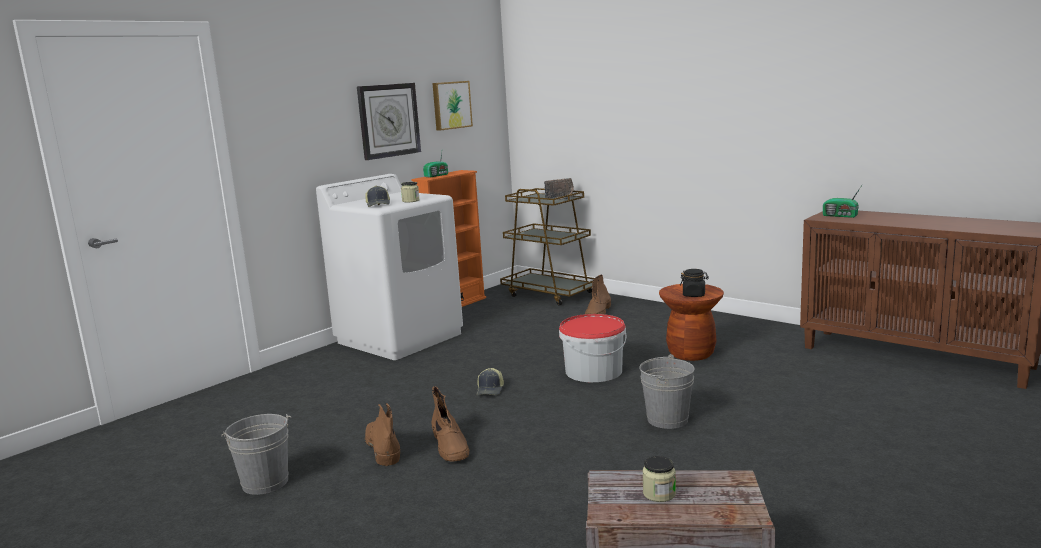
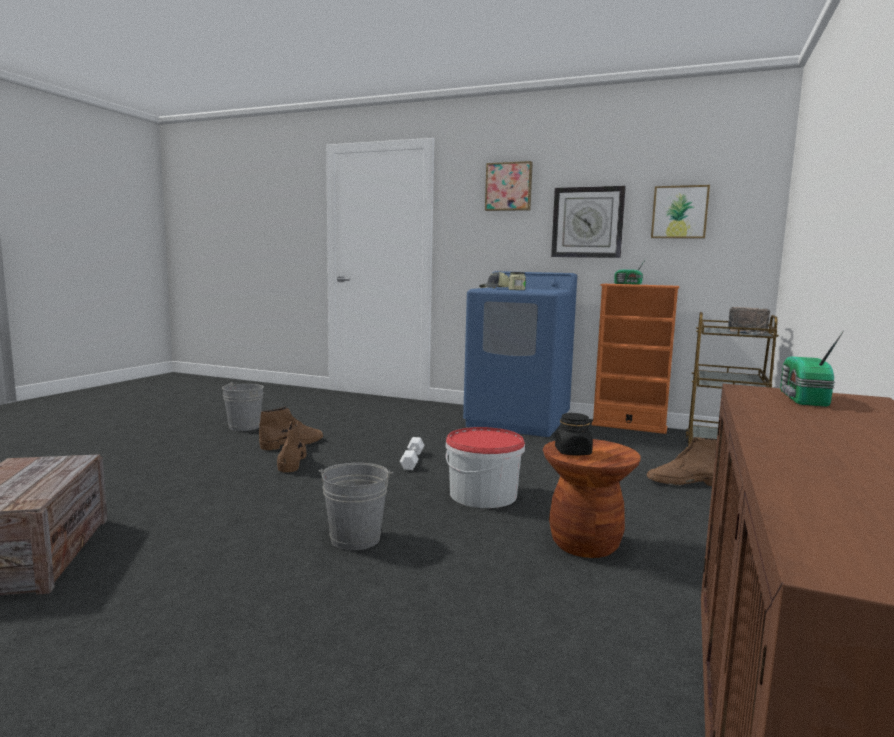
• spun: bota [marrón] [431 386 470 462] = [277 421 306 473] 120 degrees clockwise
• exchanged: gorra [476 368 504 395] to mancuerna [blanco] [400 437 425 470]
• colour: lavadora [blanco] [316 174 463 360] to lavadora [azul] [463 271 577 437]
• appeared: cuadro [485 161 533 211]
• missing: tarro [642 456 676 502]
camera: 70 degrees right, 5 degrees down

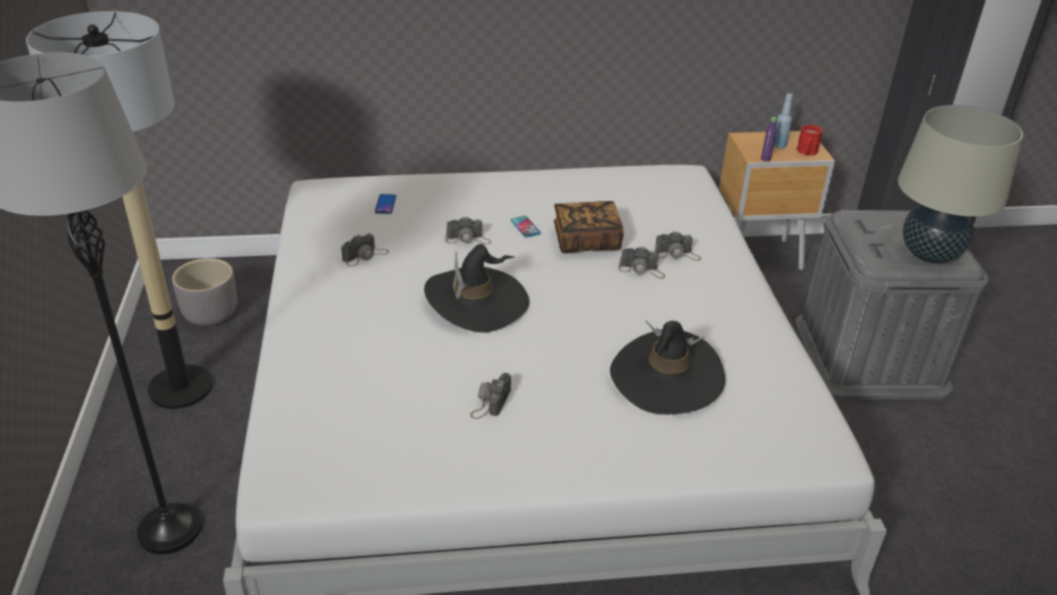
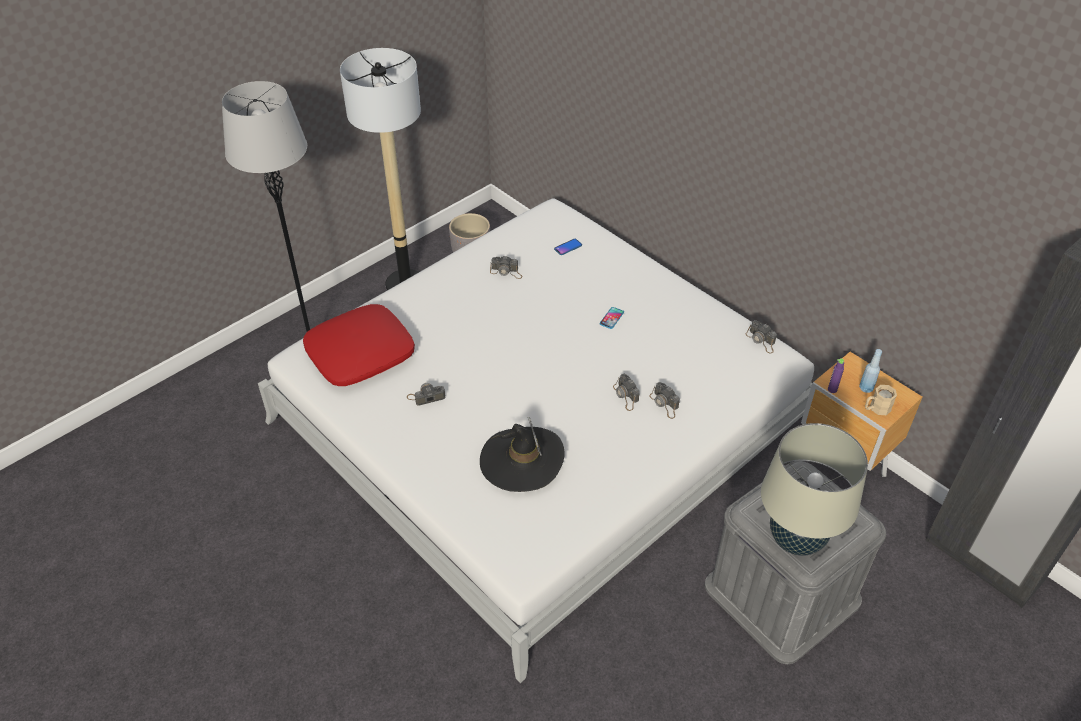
• appeared: cojín [rojo] [303 304 415 386]
• relocated: cámara [446 217 491 244] to [745 320 777 354]
• colour: taza grande [rojo] [797 125 823 155] to taza grande [beis] [865 385 897 415]
• missing: sombrero [negro] [424 244 530 333]
• missing: libro [554 201 624 253]
camera: 55 degrees right, 10 degrees up

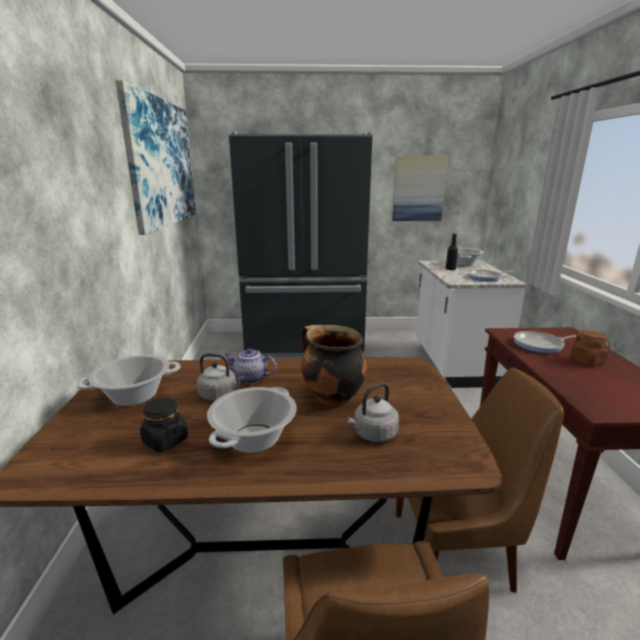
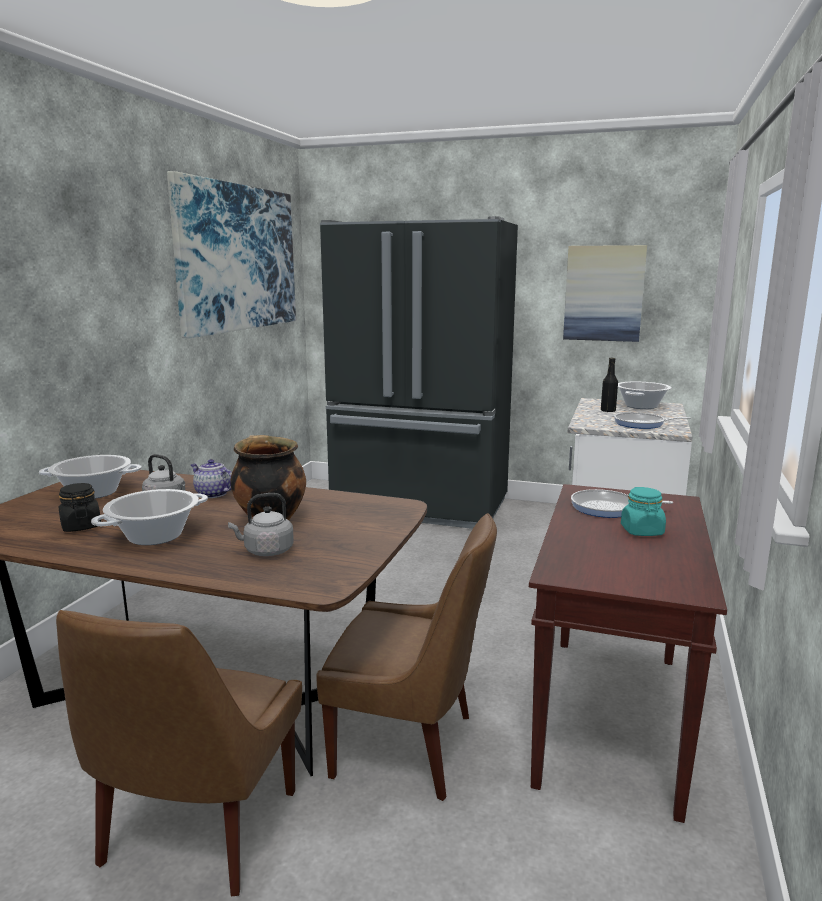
• colour: tarro [marrón] [570 330 611 366] to tarro [turquesa] [621 487 666 536]
camera: 20 degrees right, 5 degrees down

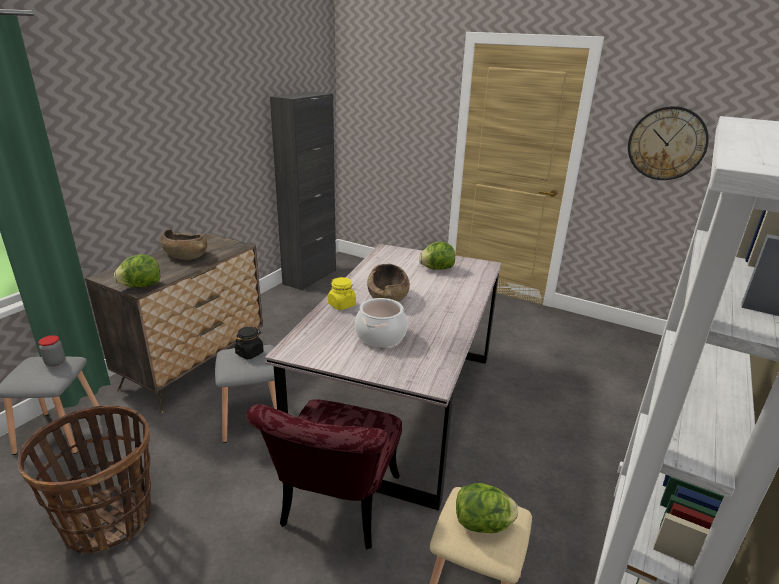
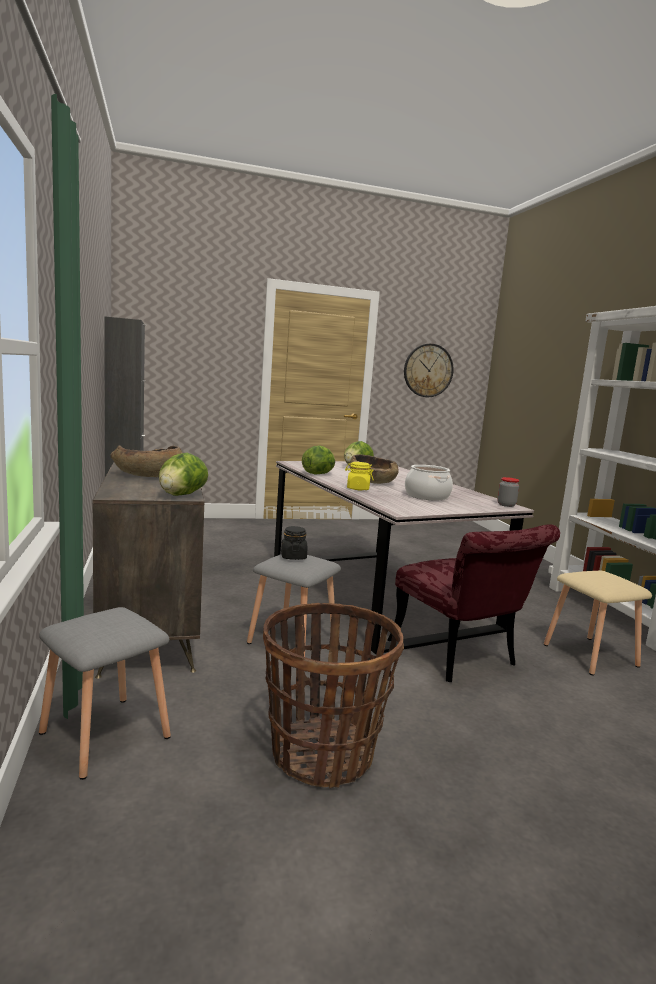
• relocated: lechuga [456 483 518 533] to [302 445 335 474]
• relocated: tarro [38 335 65 367] to [497 477 519 507]
camera: 45 degrees left, 15 degrees down

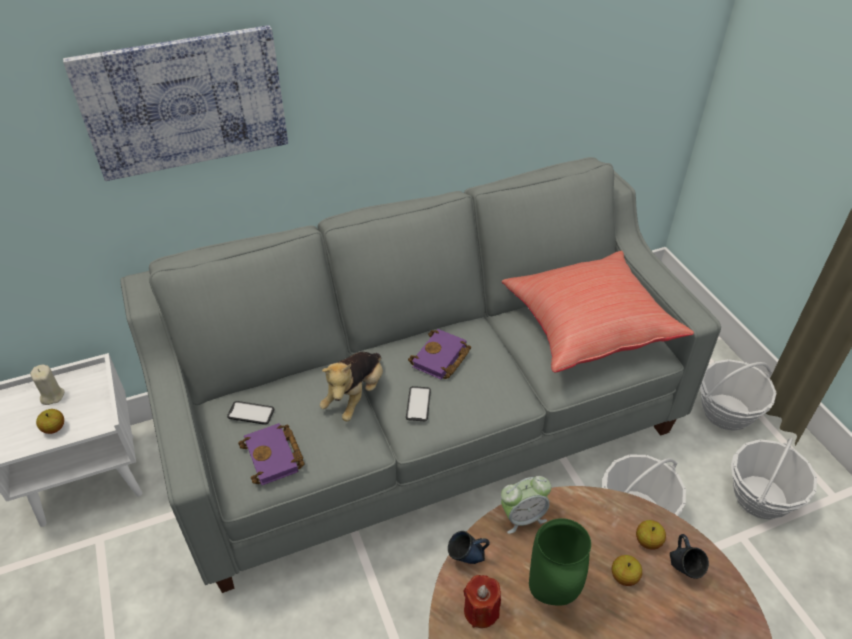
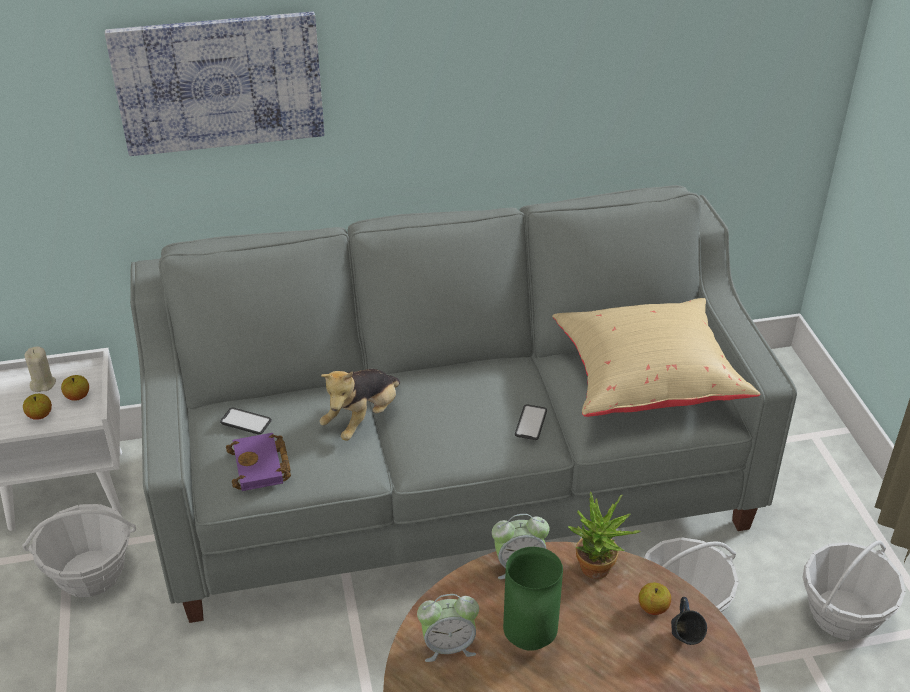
• relocated: cesta [700 359 776 431] to [22 504 136 597]
• relocated: manzana [612 555 642 586] to [61 375 89 401]
• exchanged: vela [rojo] [463 575 501 628] to despertador [417 594 479 662]
• relocated: móvil [406 386 431 421] to [515 404 547 440]
• colour: cojín [rojo] [501 251 694 373] to cojín [beis] [552 298 760 417]
• appeared: planta en maceta [568 492 641 579]
• missing: libro [morado] [408 329 471 379]
• missing: taza grande [azul] [448 531 490 564]
camera: 10 degrees right, 5 degrees down

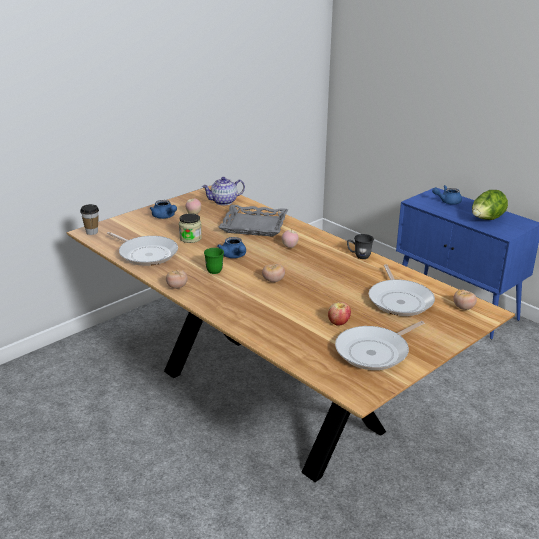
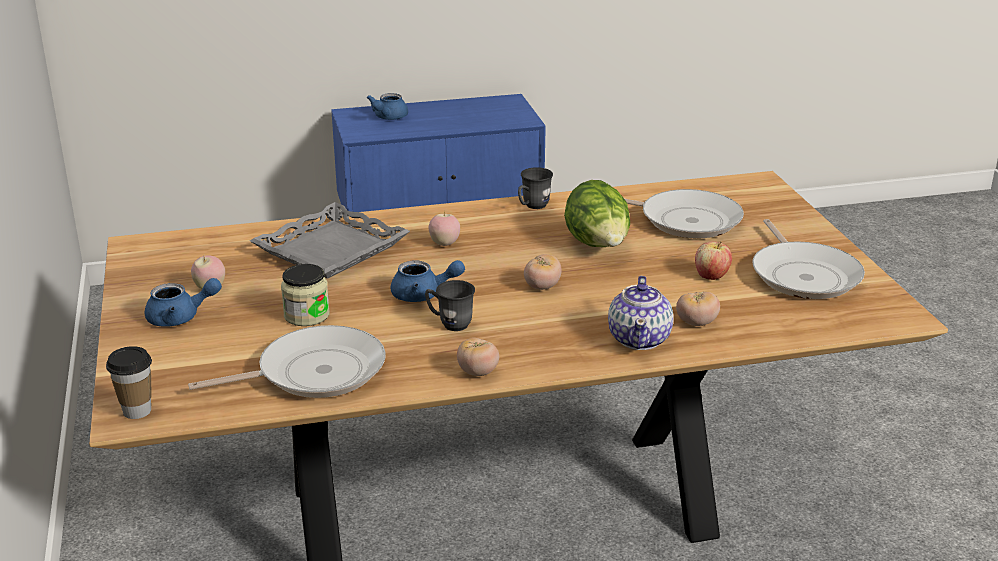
• colour: taza grande [verde] [204 248 224 274] to taza grande [gris] [425 280 475 331]
• relocated: lechuga [472 190 508 220] to [564 180 630 247]
• relocated: tetera [202 177 245 205] to [608 276 674 350]
• relocated: tomate [453 290 477 310] to [676 291 720 326]
camera: 60 degrees left, 0 degrees up

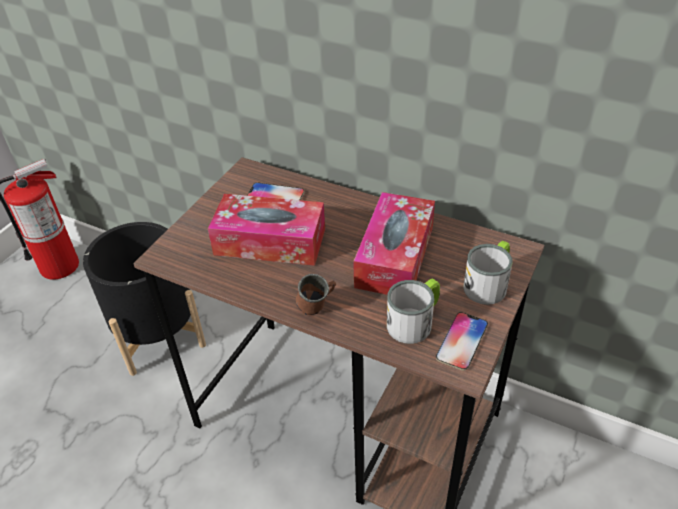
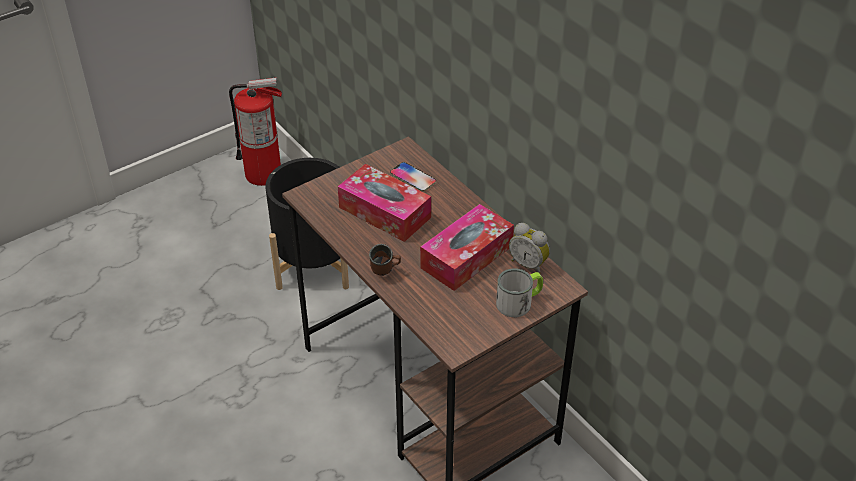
• appeared: despertador [509 223 550 274]
• missing: taza grande [387 278 440 344]
• missing: móvil [436 312 488 370]
camera: 25 degrees right, 0 degrees up

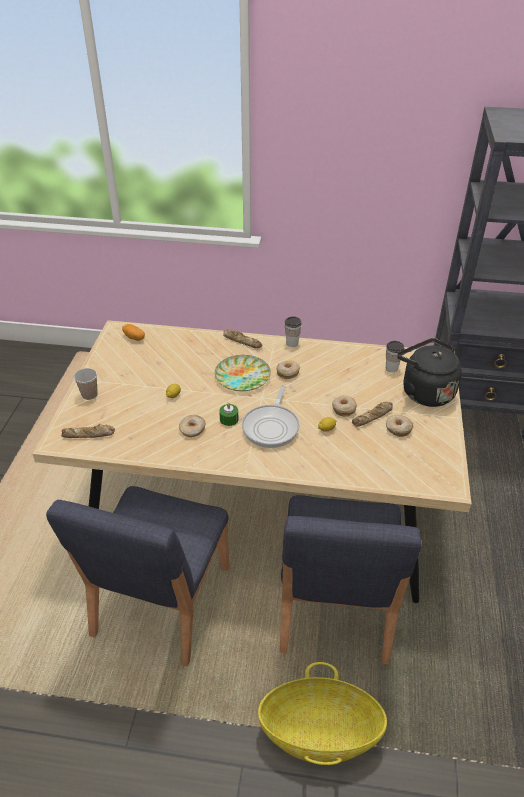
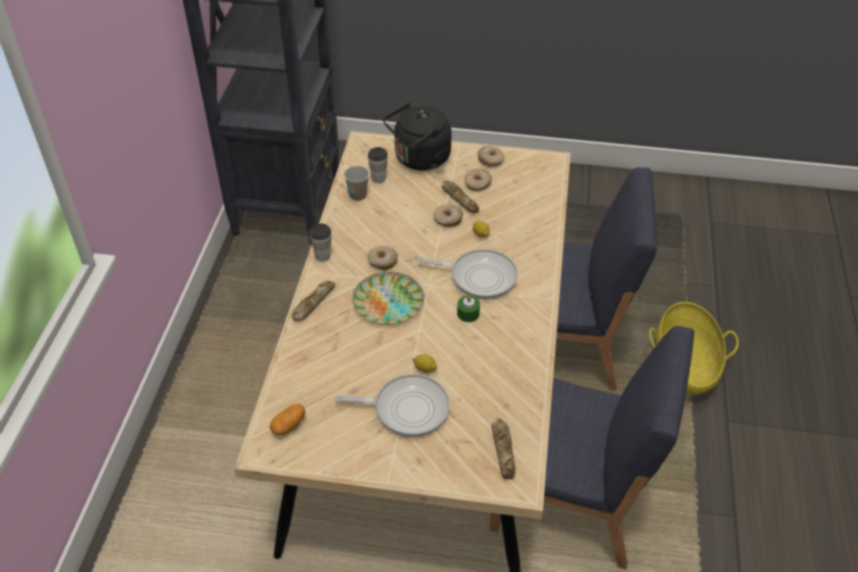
• appeared: sartén [335 374 450 437]
• relocated: taza [74 368 98 400] to [344 166 369 201]
• relocated: rosquilla [179 415 206 437] to [477 146 504 167]
camera: 90 degrees left, 5 degrees up

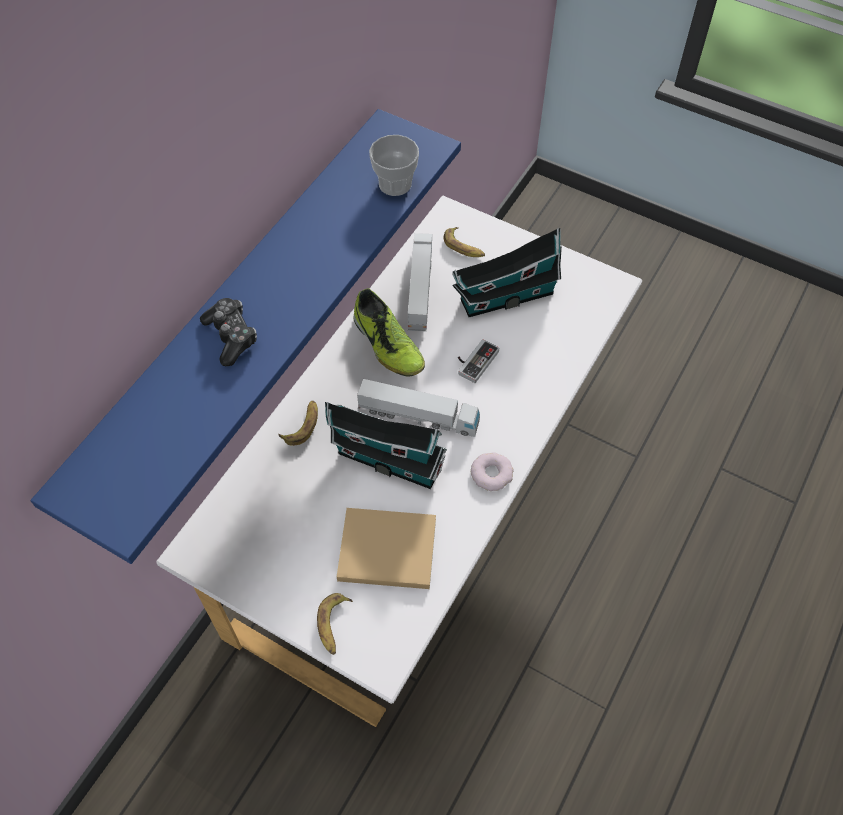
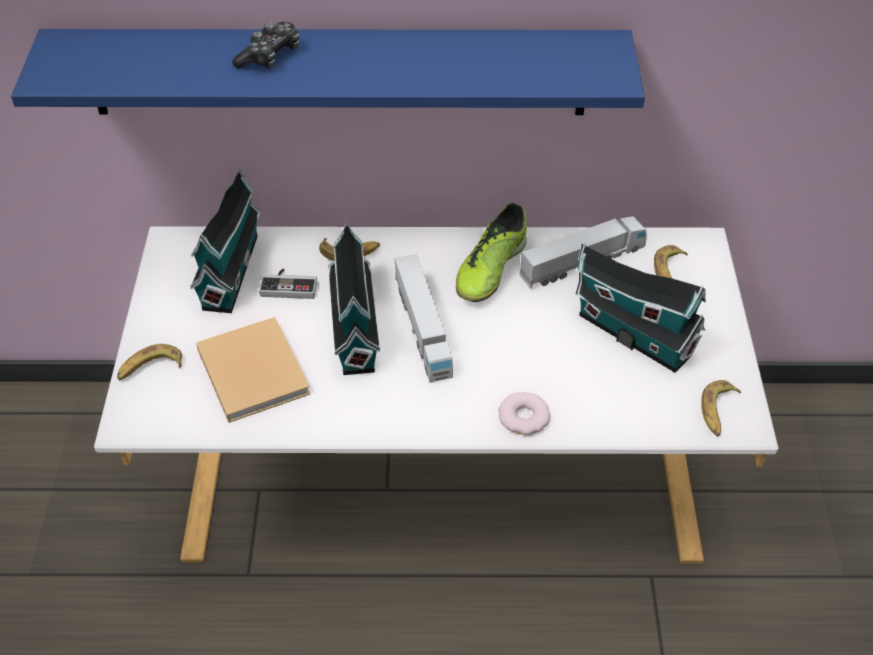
• appeared: casita [190 170 260 313]
• relocated: mando de consola [458 339 499 383] to [259 269 317 299]
• relocated: rosquilla [471 452 513 491] to [498 392 550 436]
• appeared: plátano [701 380 741 437]
• missing: taza [369 135 419 196]
camera: 60 degrees right, 10 degrees down

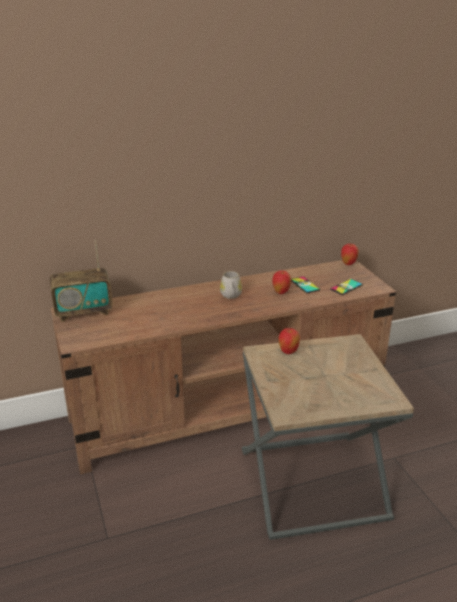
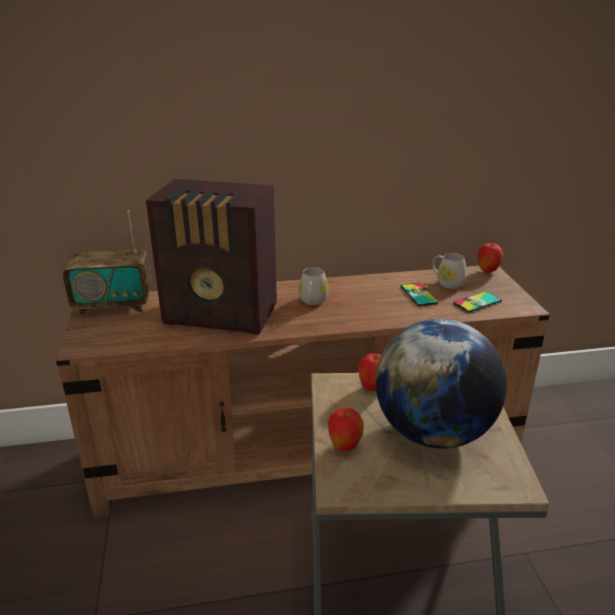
• appeared: radio [146 179 277 335]
• relocated: manzana [272 270 291 294] to [328 408 364 451]
• appeared: globo terráqueo [375 319 507 449]
• appeared: taza grande [blanco] [433 253 467 289]
camera: 10 degrees right, 0 degrees up

